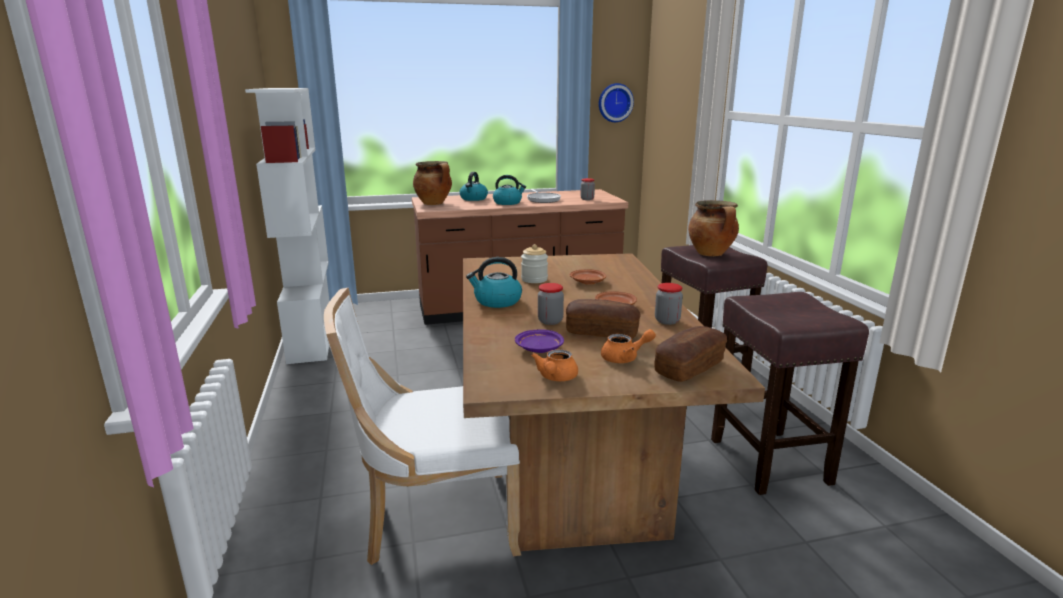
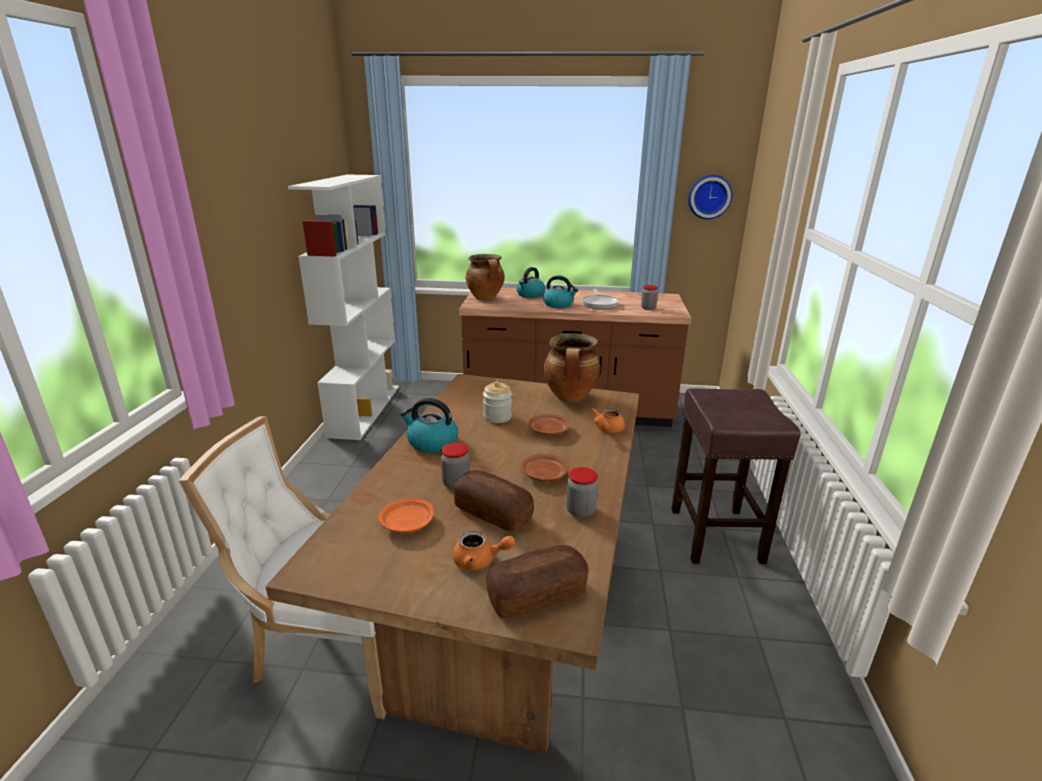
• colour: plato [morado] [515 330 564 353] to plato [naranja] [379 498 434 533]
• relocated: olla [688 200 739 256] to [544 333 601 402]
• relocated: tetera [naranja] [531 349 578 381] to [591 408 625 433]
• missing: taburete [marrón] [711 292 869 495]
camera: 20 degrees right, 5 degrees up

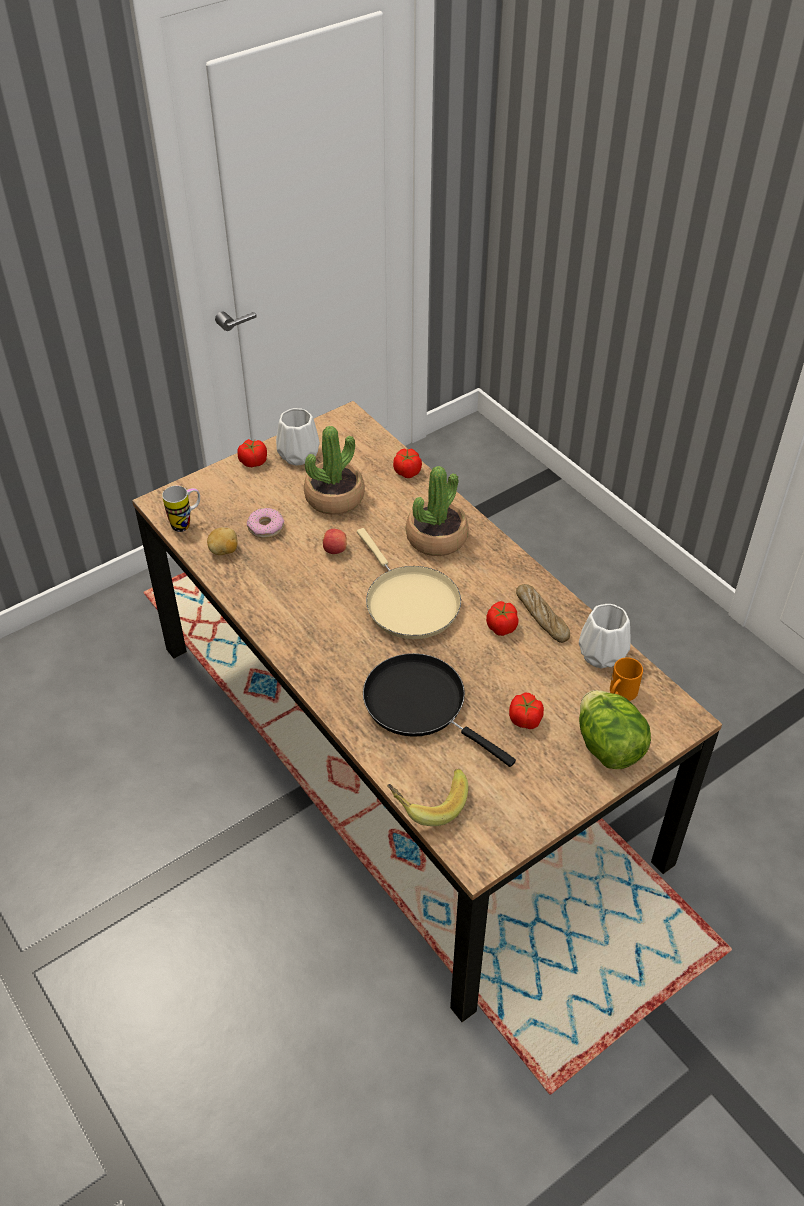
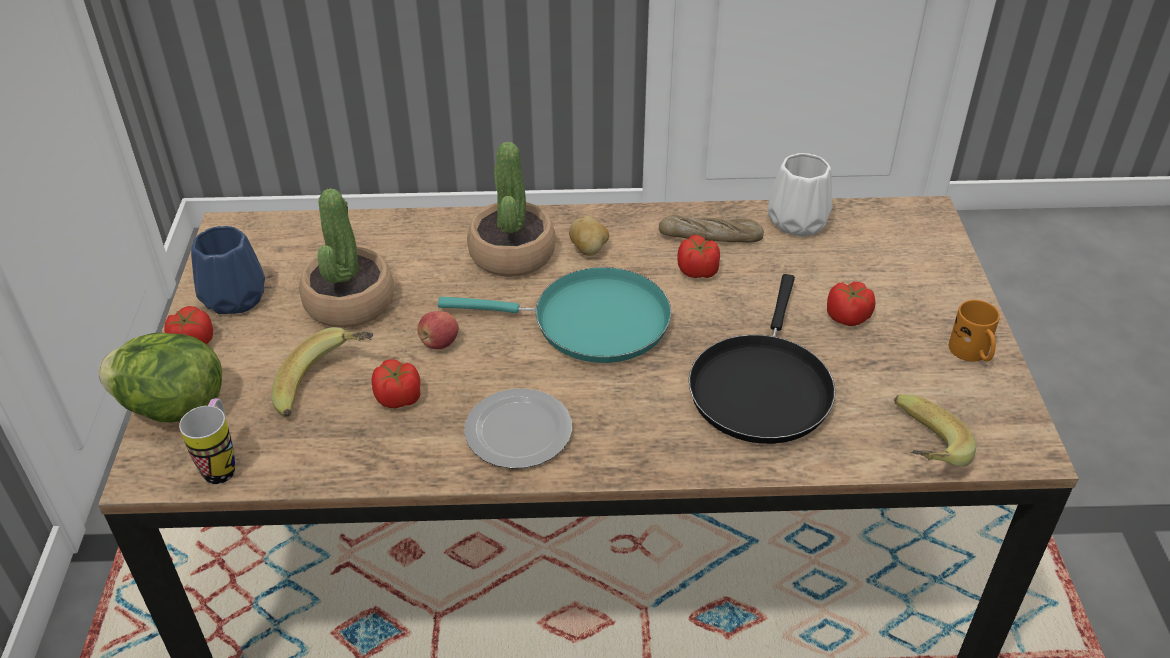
• relocated: lechuga [579 690 651 769] to [98 333 222 422]
• colour: florero [blanco] [276 408 320 466] to florero [azul] [191 226 265 314]
• exchanged: rosquilla [247 508 284 538] to plátano [272 327 373 417]
• relocated: tomate [393 448 422 478] to [372 359 421 408]
• colour: sartén [beis] [357 528 461 639] to sartén [turquesa] [438 267 671 363]
• appeared: plato [464 388 572 469]
• relocated: patata [207 527 238 555] to [569 216 609 256]
• spun: sartén [negro] [363 653 516 767] = [689 274 835 444] 60 degrees counterclockwise
• relocated: taza grande [naranja] [610 657 643 701] to [949 300 1000 362]
camera: 55 degrees left, 5 degrees down

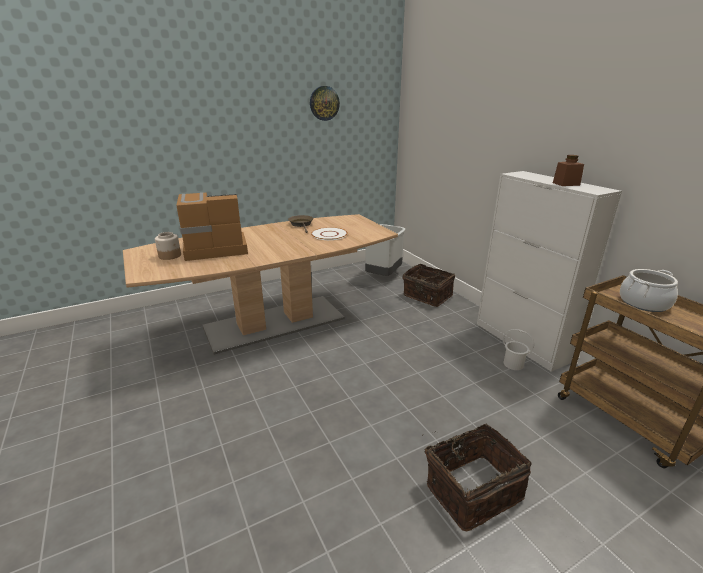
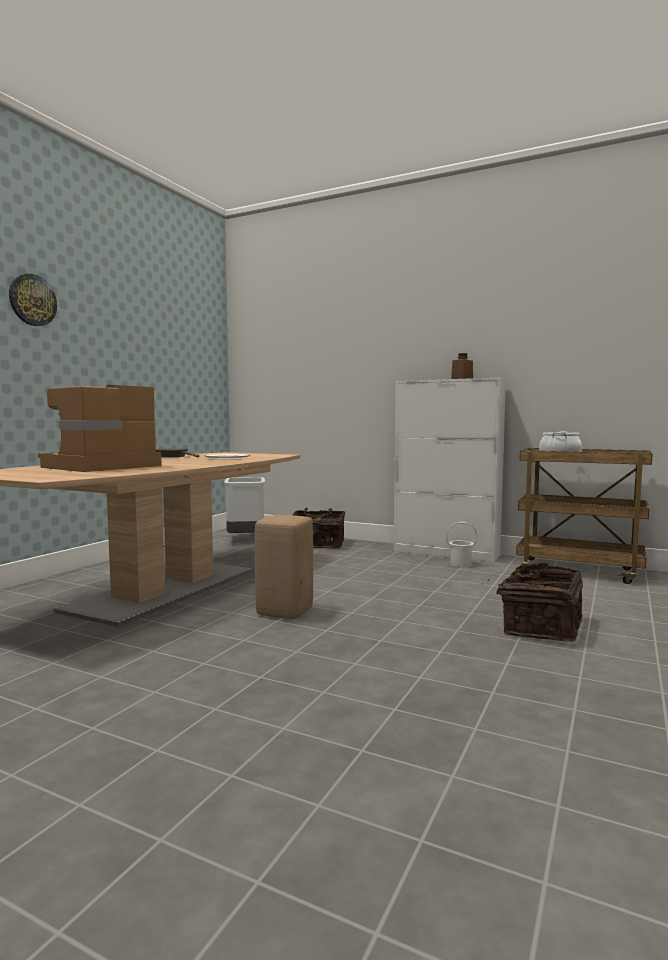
• relocated: reloj de pared [310 86 340 121] to [9 274 57 326]
• appeared: taburete [beis] [255 515 313 619]
• missing: tarro [155 232 181 260]
camera: 35 degrees left, 20 degrees down

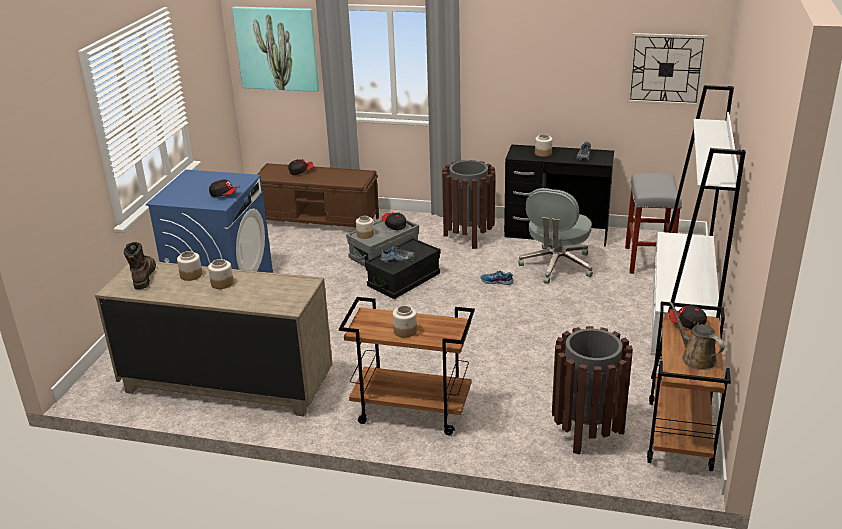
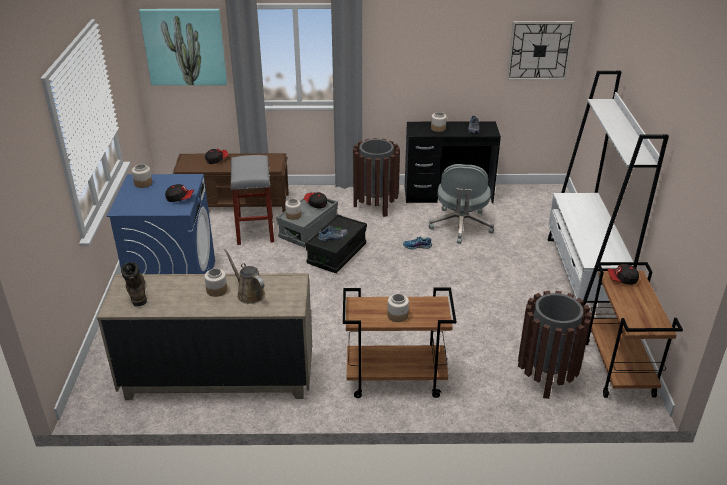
• relocated: tarro [177 251 202 281] to [132 164 152 188]
• relocated: regadera [marrón] [669 301 724 370] to [224 249 265 304]
• relocated: taburete [gris] [625 173 682 274] to [231 155 274 245]
camera: 15 degrees left, 5 degrees up

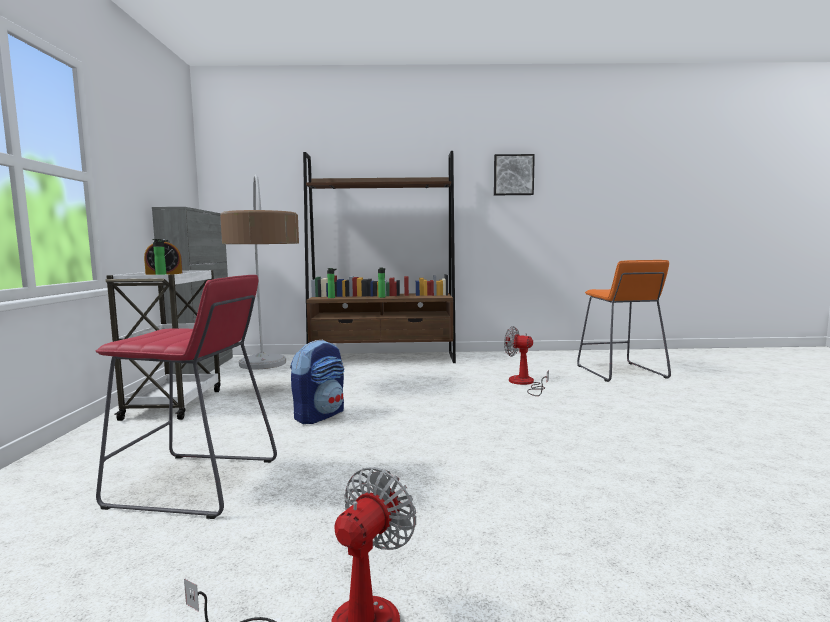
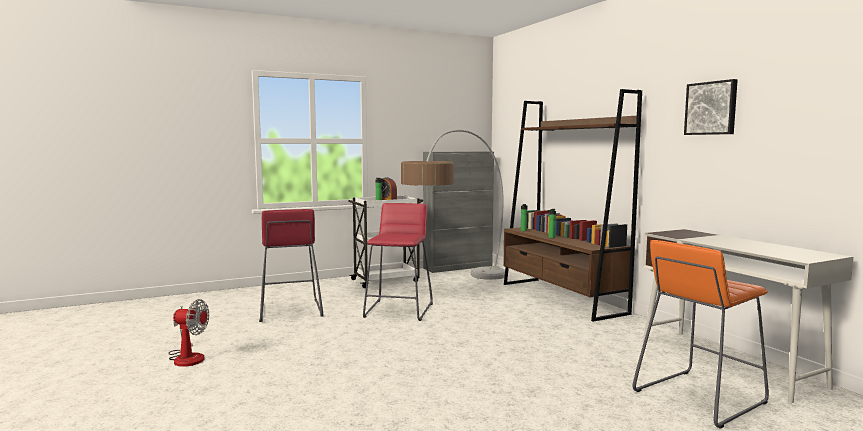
• exchanged: mochila [290 340 344 424] to taburete [rojo] [363 203 433 321]
• appeared: escritorio [blanco] [642 229 853 403]
• missing: ventilador [504 326 549 396]
camera: 65 degrees right, 0 degrees up

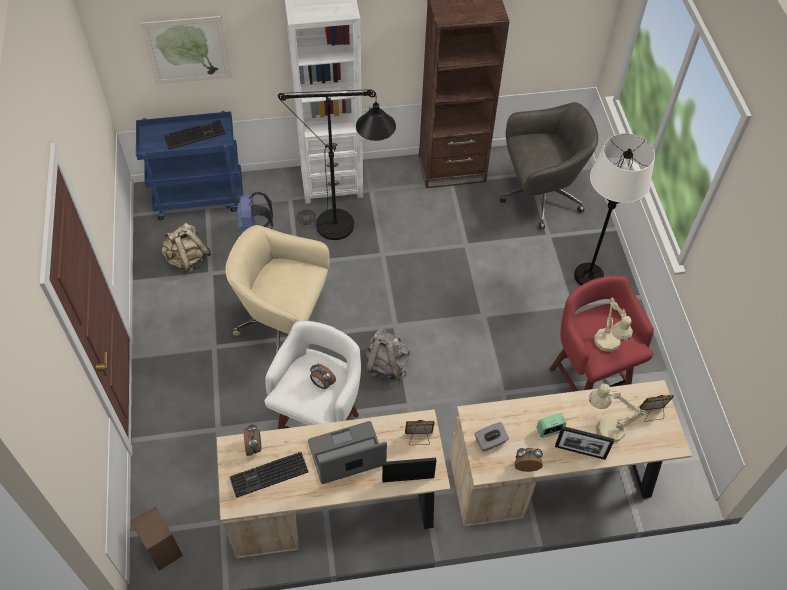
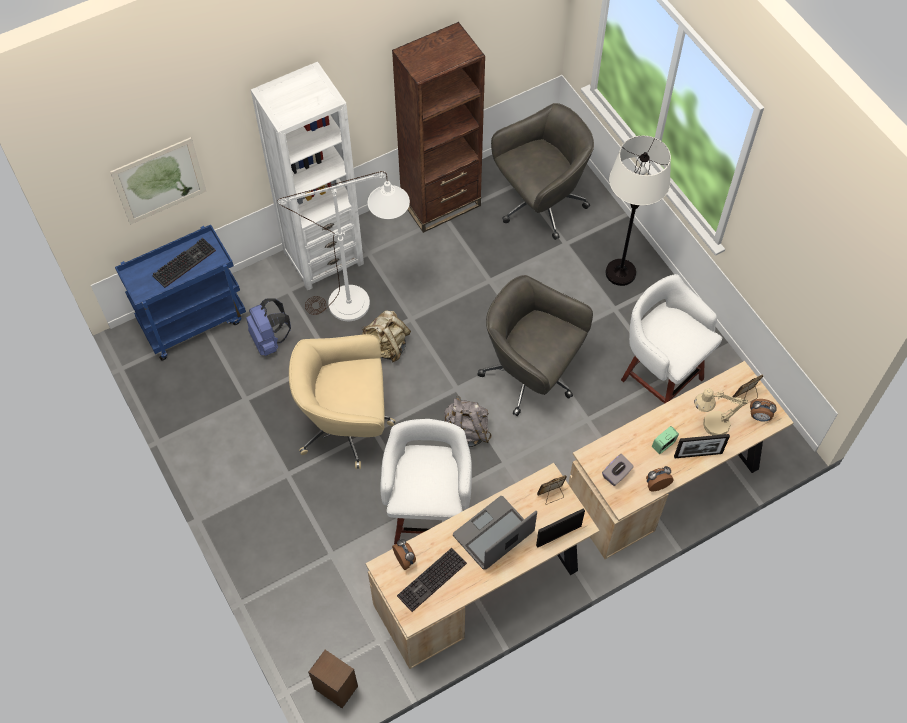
• colour: lámpara de pie [negro] [278 89 396 240] to lámpara de pie [blanco] [277 171 410 321]
• relocated: mochila [beis] [162 223 211 274] to [362 310 411 363]
• appeared: silla de oficina [gris] [477 275 593 416]
• colour: taburete [rojo] [549 275 654 392] to taburete [blanco] [621 274 722 404]
• relocated: despertador [310 364 336 389] to [750 399 777 421]
• missing: lámpara de mesa [beis] [594 298 632 352]
camera: 20 degrees left, 5 degrees up

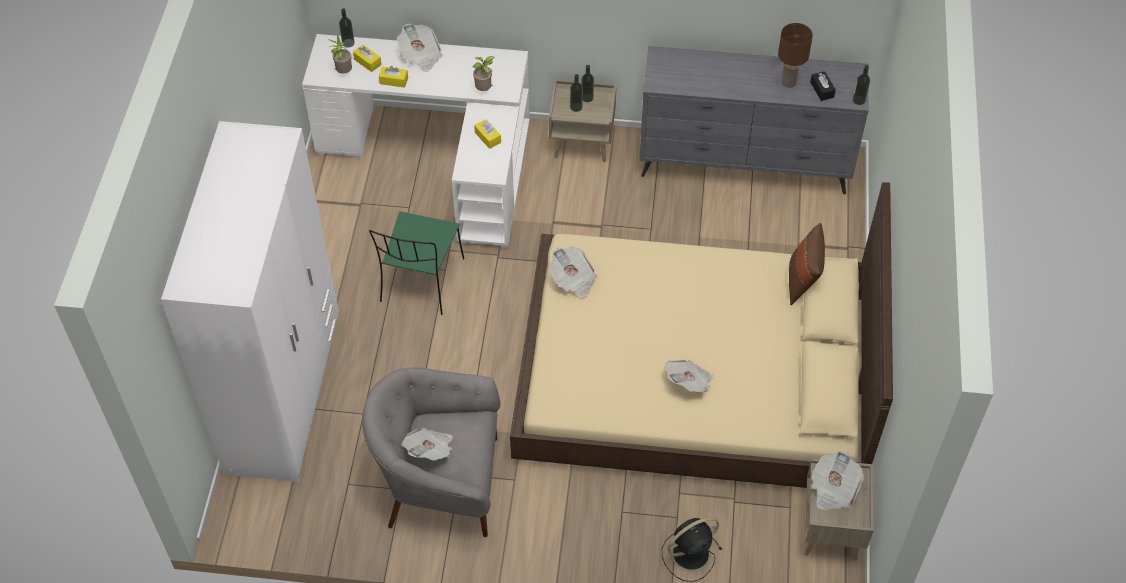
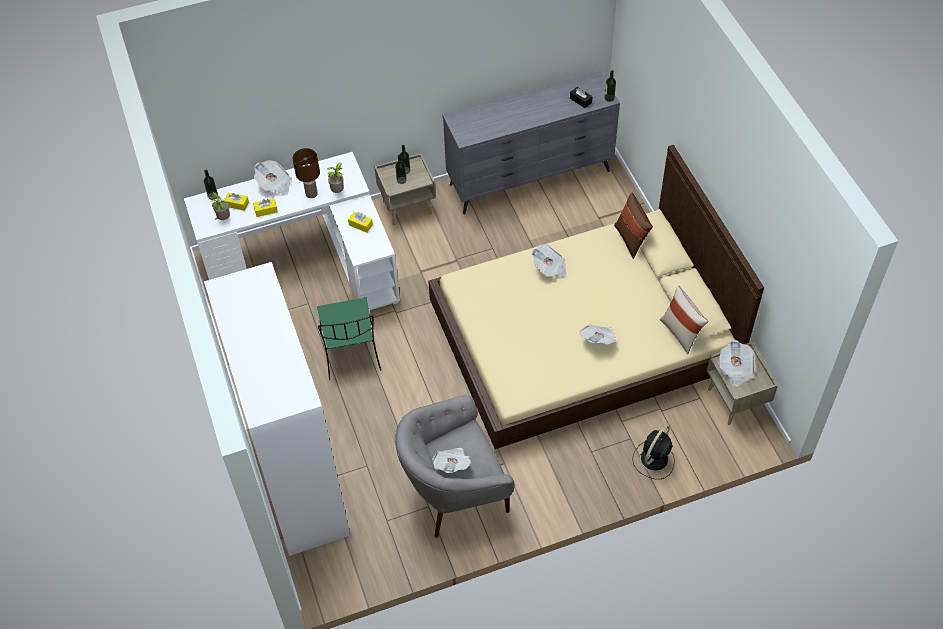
• relocated: lámpara de mesa [marrón] [778 23 813 88] to [293 148 320 198]
• relocated: periódico [549 247 597 298] to [532 244 567 278]
• appeared: cojín [beis] [660 286 708 354]
camera: 25 degrees left, 0 degrees up

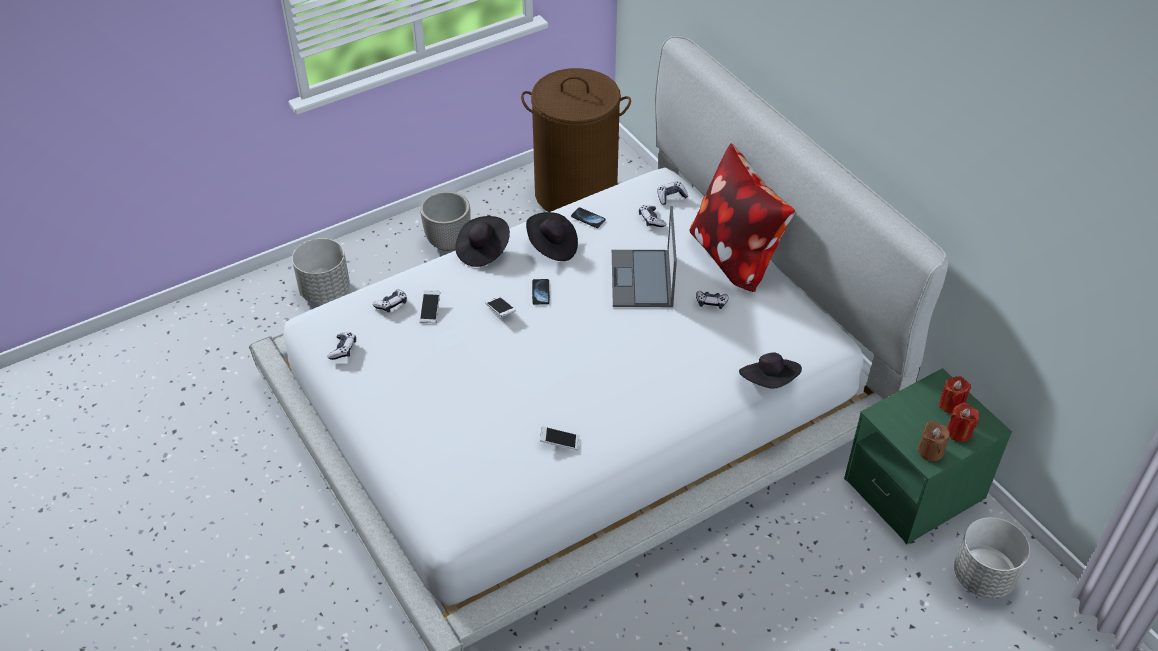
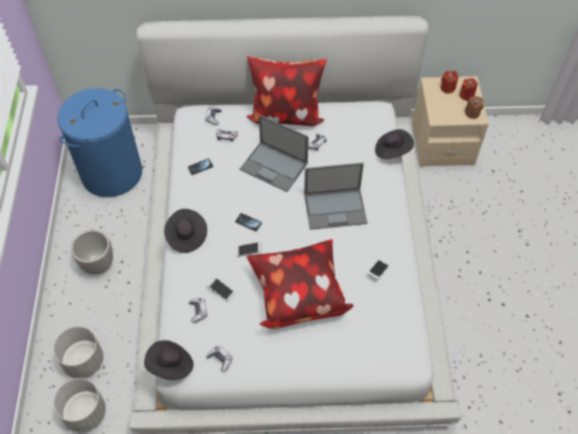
• relocated: maceta [gris] [954 517 1030 598] to [53 378 106 432]
• colour: cesto de la ropa [marrón] [521 68 631 212] to cesto de la ropa [azul] [57 88 142 197]
• relocated: sombrero [negro] [526 212 578 261] to [144 340 194 380]
• appeared: cojín [246 239 353 329]
• appeared: portátil [304 163 367 230]
• colour: mesita de noche [verde] [844 368 1012 544] to mesita de noche [beis] [412 76 489 167]
camera: 60 degrees left, 10 degrees up

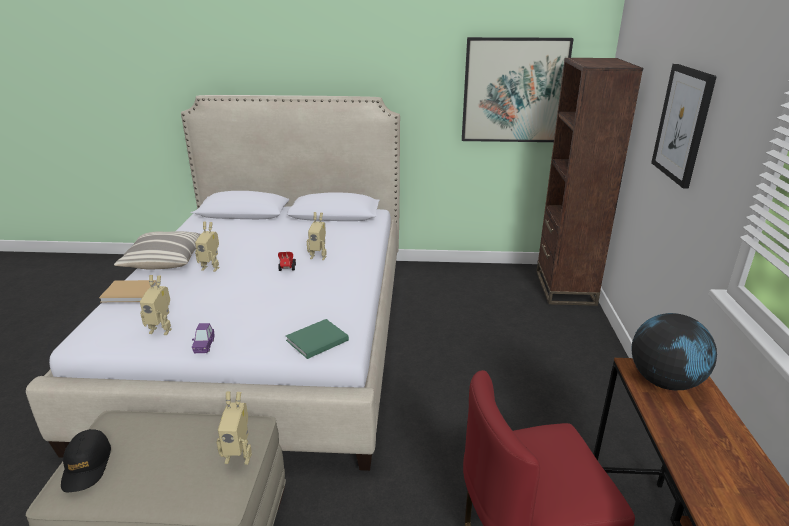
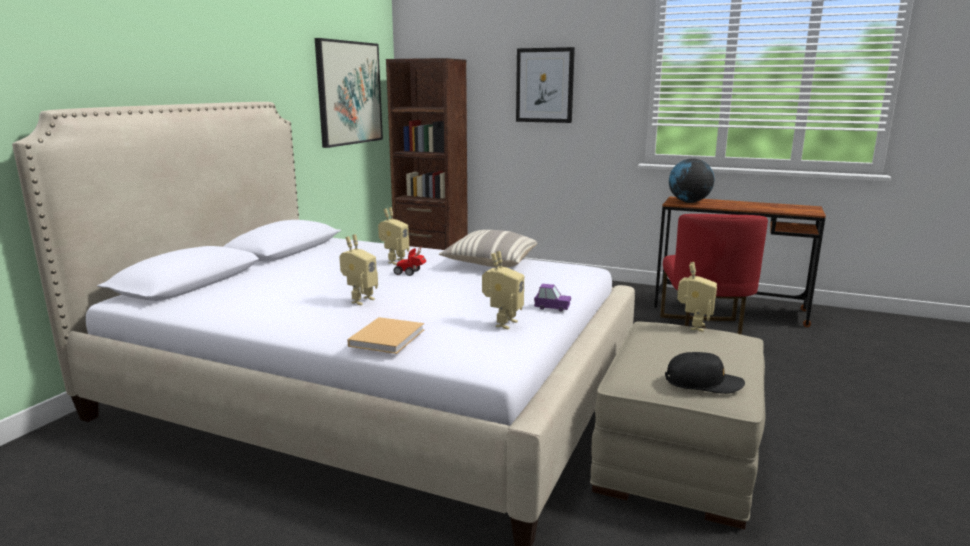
• relocated: cojín [114 231 201 270] to [439 230 537 267]
• missing: libro [verde] [286 319 349 359]
camera: 70 degrees left, 10 degrees down

